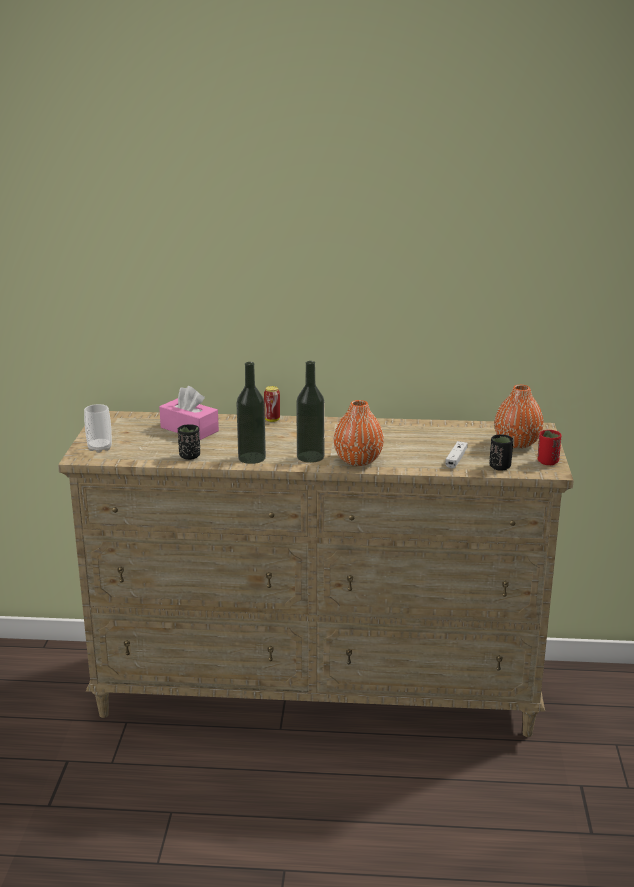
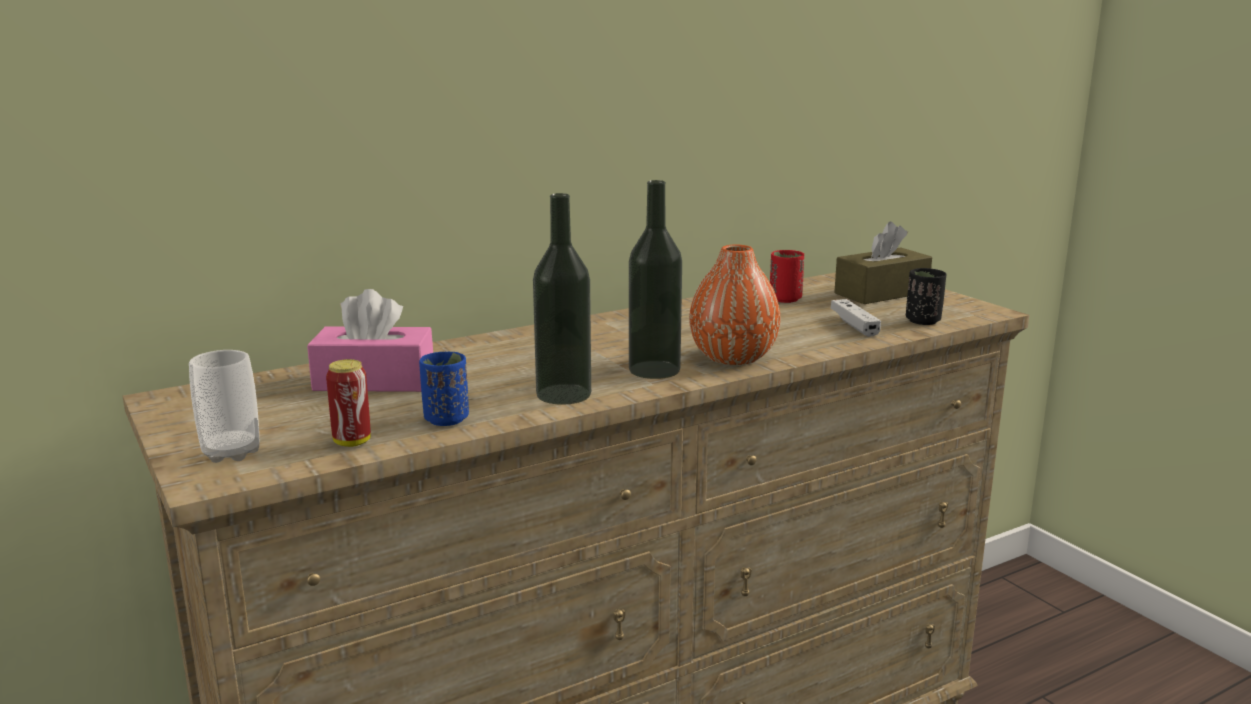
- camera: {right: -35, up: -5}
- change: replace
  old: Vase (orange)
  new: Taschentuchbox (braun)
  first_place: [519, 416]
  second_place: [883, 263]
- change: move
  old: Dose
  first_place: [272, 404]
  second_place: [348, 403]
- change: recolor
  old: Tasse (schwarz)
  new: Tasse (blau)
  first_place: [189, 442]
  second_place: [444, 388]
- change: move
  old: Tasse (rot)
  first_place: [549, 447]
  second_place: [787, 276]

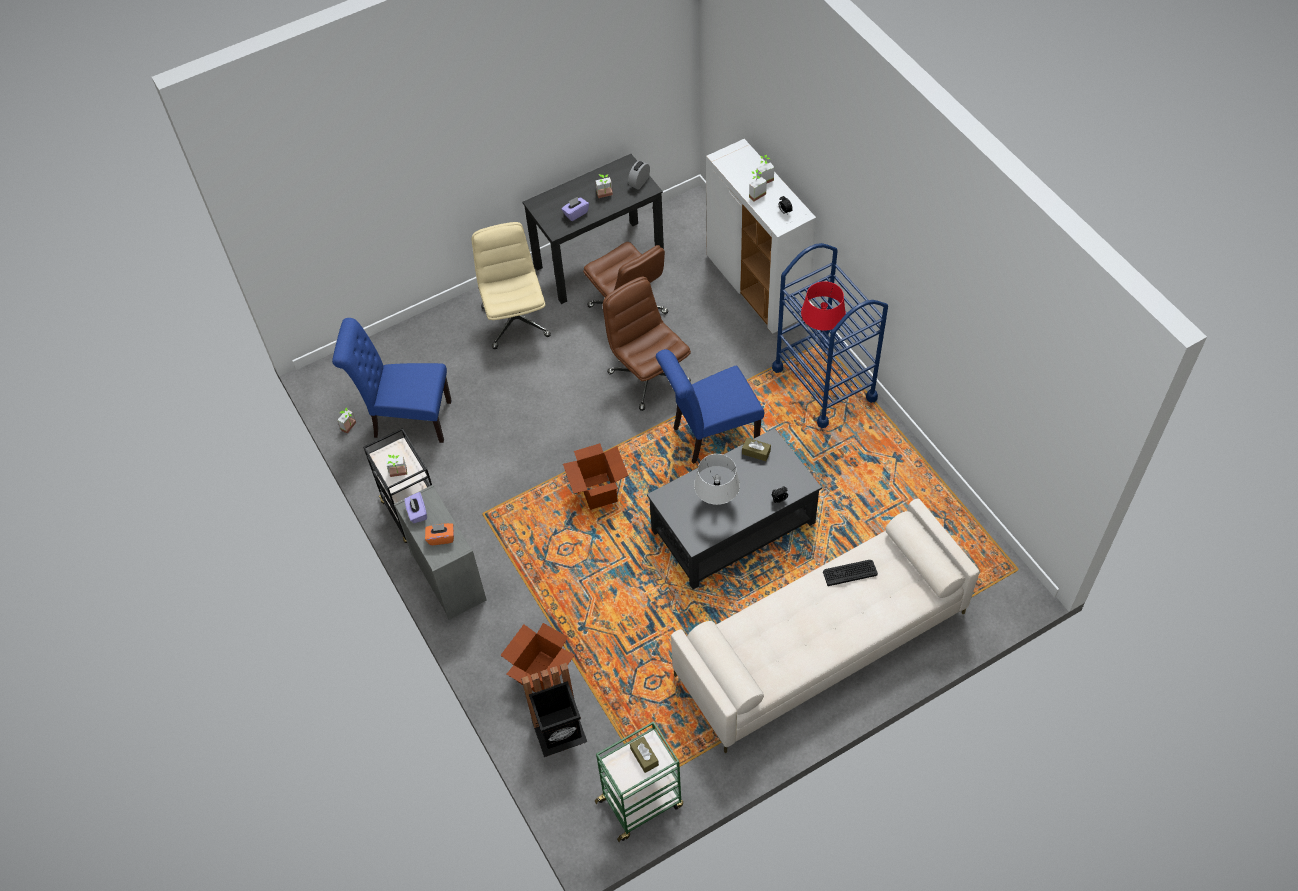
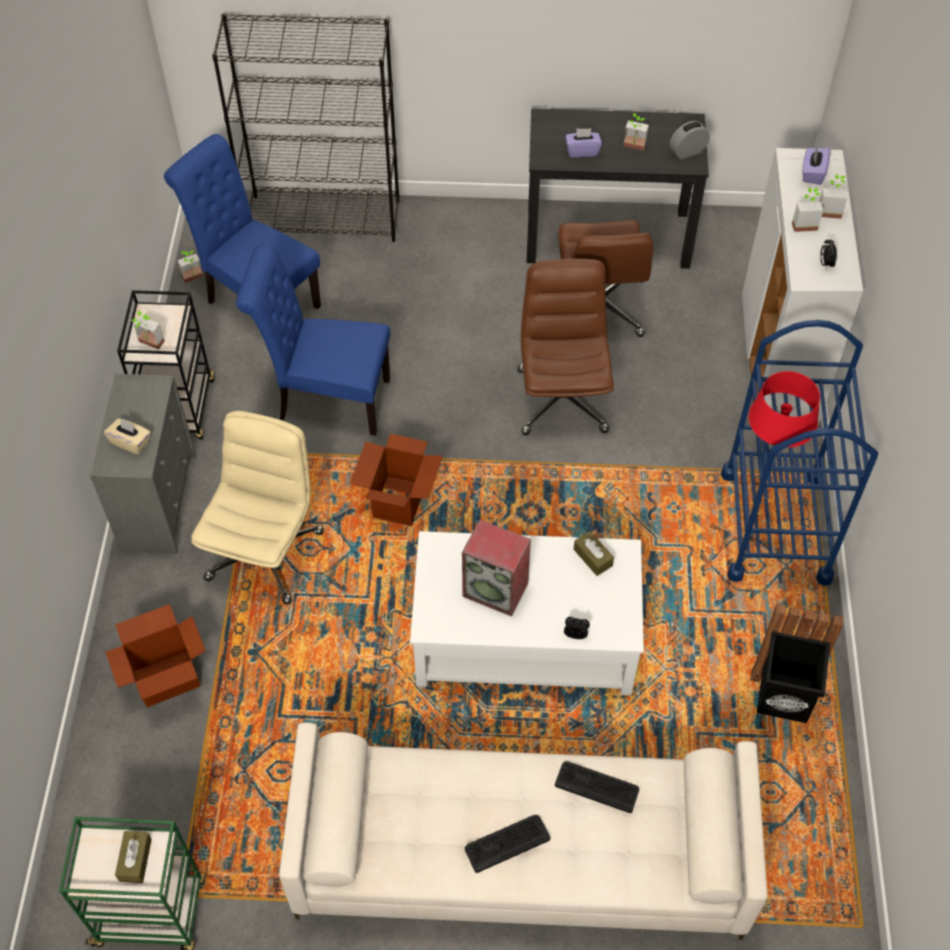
- camera: {right: 30, up: 0}
- change: move
  old: Bürostuhl (beige)
  first_place: [511, 285]
  second_place: [257, 508]
- change: move
  old: Stuhl (blau)
  first_place: [710, 406]
  second_place: [313, 340]
- change: recolor
  old: Couchtisch (schwarz)
  new: Couchtisch (weiß)
  first_place: [734, 508]
  second_place: [527, 613]
- change: replace
  old: Tischlampe (grau)
  new: Lautsprecher
  first_place: [717, 479]
  second_place: [496, 568]
- change: move
  old: Taschentuchbox (lila)
  first_place: [415, 507]
  second_place: [816, 165]
- change: recolor
  old: Taschentuchbox (orange)
  new: Taschentuchbox (beige)
  first_place: [439, 534]
  second_place: [127, 436]
- change: move
  old: Mülleimer (schwarz)
  first_place: [554, 710]
  second_place: [797, 663]
- change: insert
  new: Bücherregal (schwarz)
  second_place: [305, 128]
- change: insert
  new: Tastatur
  second_place: [508, 844]

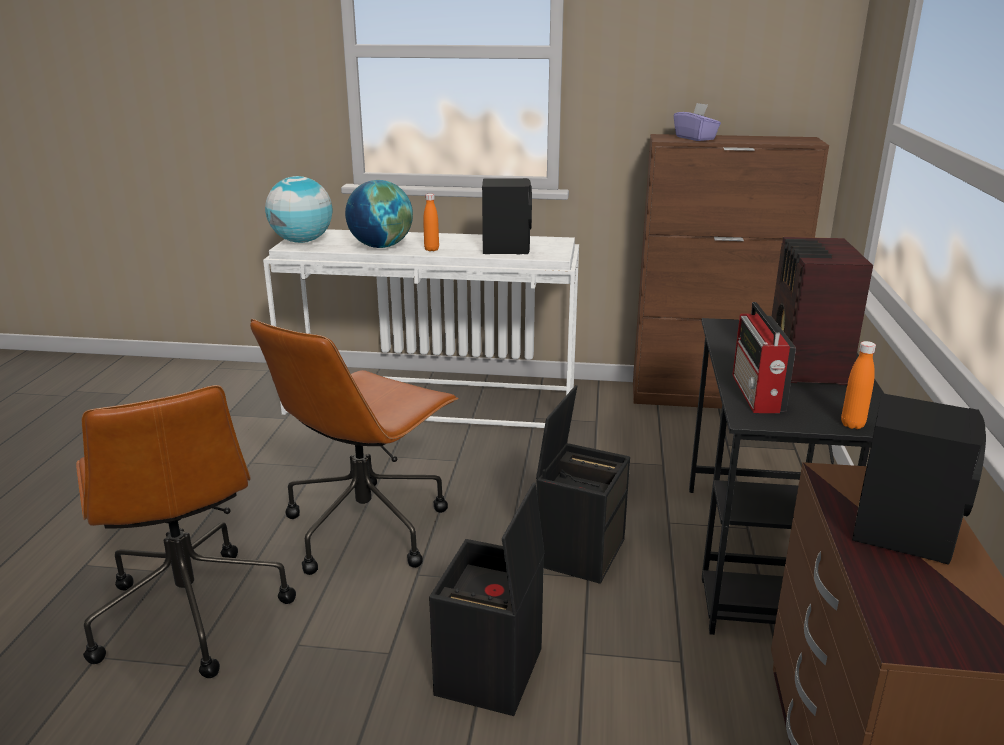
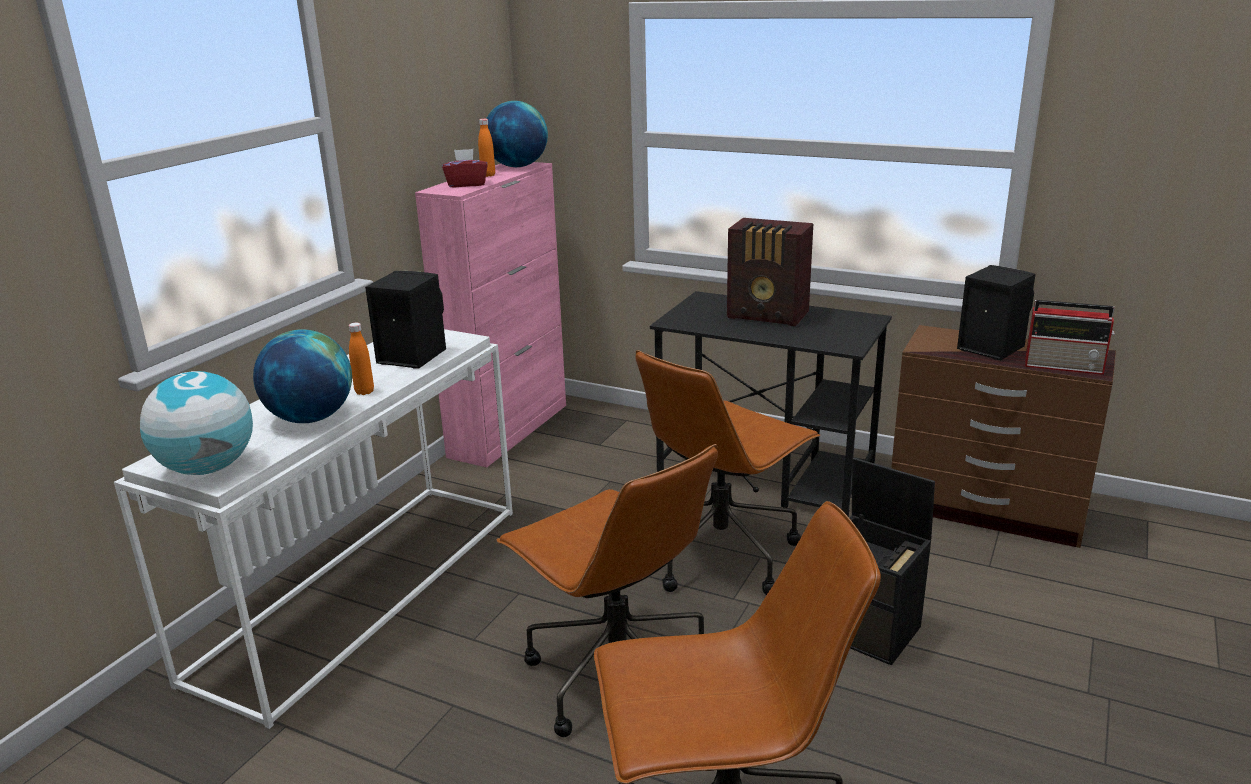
- camera: {right: -70, up: 0}
- change: recolor
  old: Taschentuchbox (lila)
  new: Taschentuchbox (rot)
  first_place: [697, 122]
  second_place: [465, 168]
- change: recolor
  old: Schrank (braun)
  new: Schrank (rosa)
  first_place: [731, 271]
  second_place: [490, 314]
- change: move
  old: Radio
  first_place: [764, 357]
  second_place: [1070, 337]
- change: move
  old: Flasche (orange)
  first_place: [858, 385]
  second_place: [486, 148]
- change: replace
  old: Aufbewahrungsbox (schwarz)
  new: Bürostuhl (braun)
  first_place: [583, 484]
  second_place: [727, 472]
- change: insert
  new: Globus
  second_place: [517, 134]

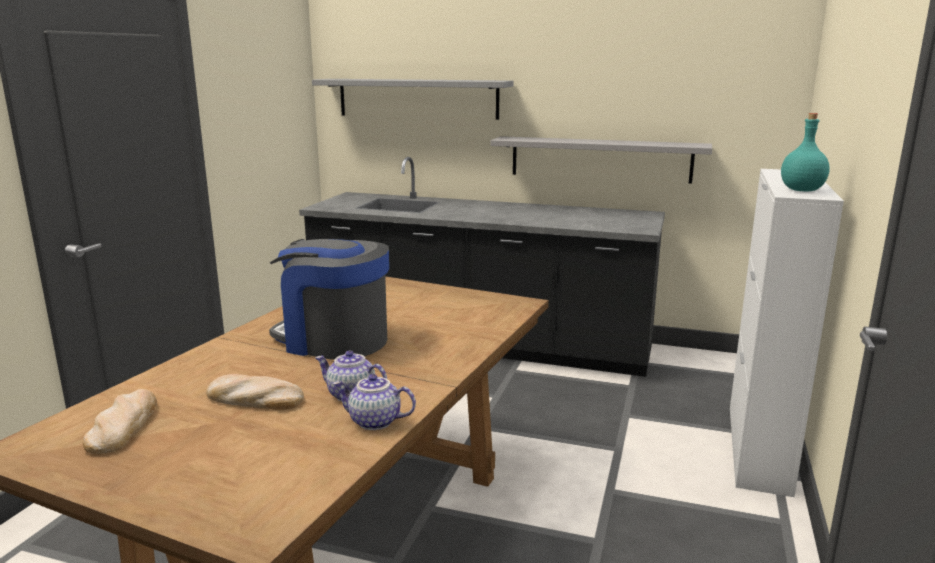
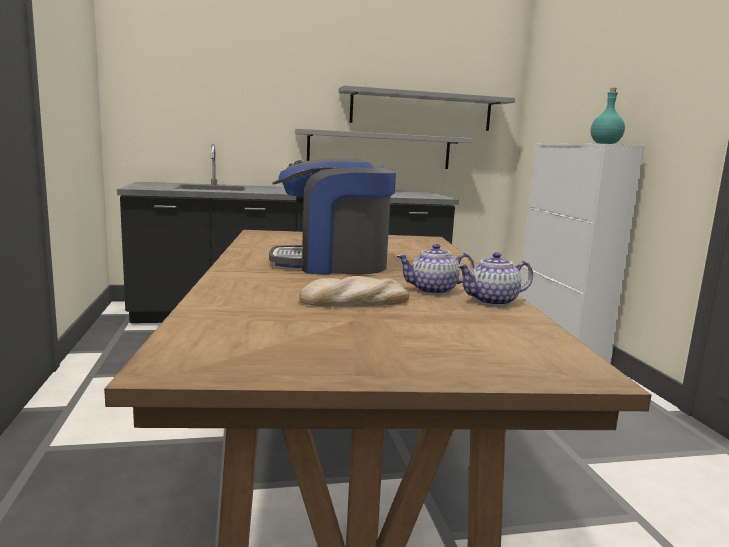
- camera: {right: -30, up: -5}
- change: move
  old: Wandregal (grau)
  first_place: [412, 99]
  second_place: [427, 108]
- change: delete
  old: Brot
  first_place: [120, 421]

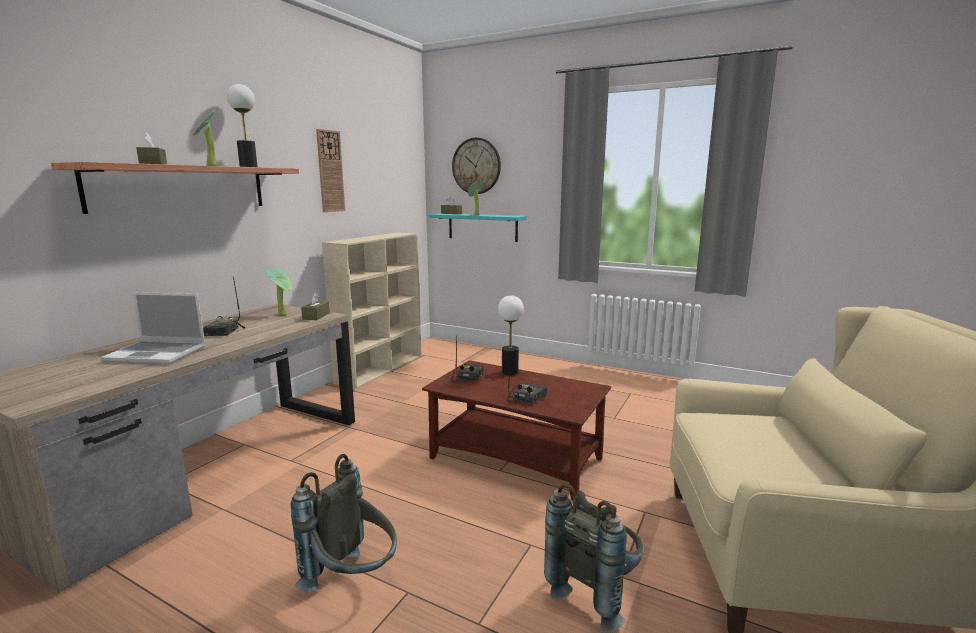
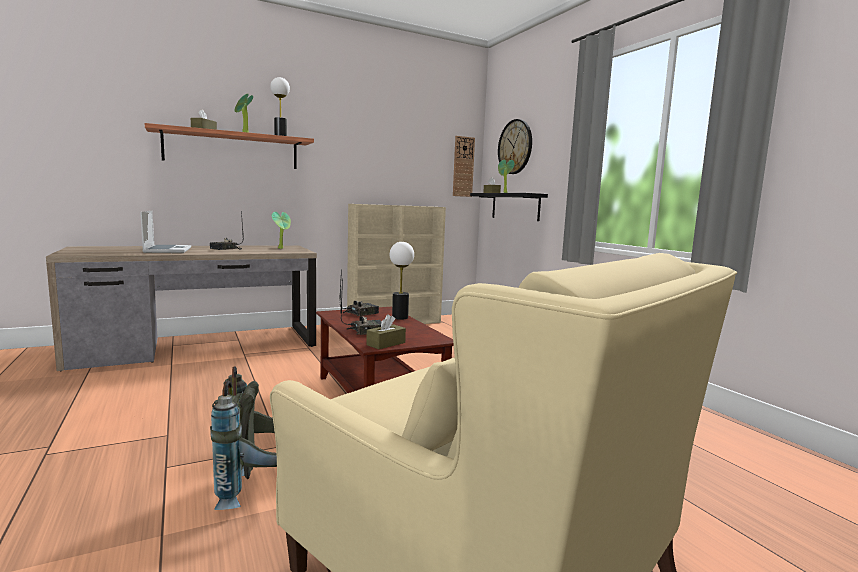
- camera: {right: 35, up: -5}
- change: move
  old: Wanduhr
  first_place: [330, 170]
  second_place: [464, 166]
- change: recolor
  old: Wandregal (türkis)
  new: Wandregal (schwarz)
  first_place: [477, 227]
  second_place: [509, 207]
- change: rotate
  old: Laptop
  first_place: [153, 328]
  second_place: [165, 232]
  degrees: -150
- change: move
  old: Taschentuchbox (braun)
  first_place: [315, 306]
  second_place: [386, 331]
- change: delete
  old: Rucksack (grau)
  first_place: [344, 522]

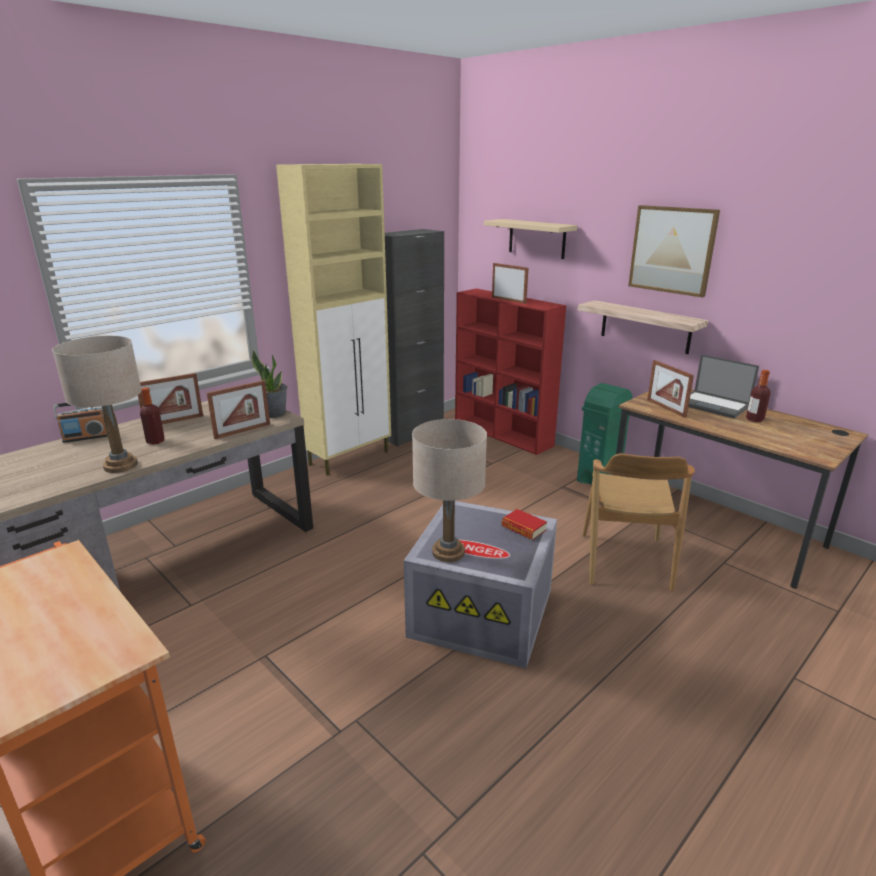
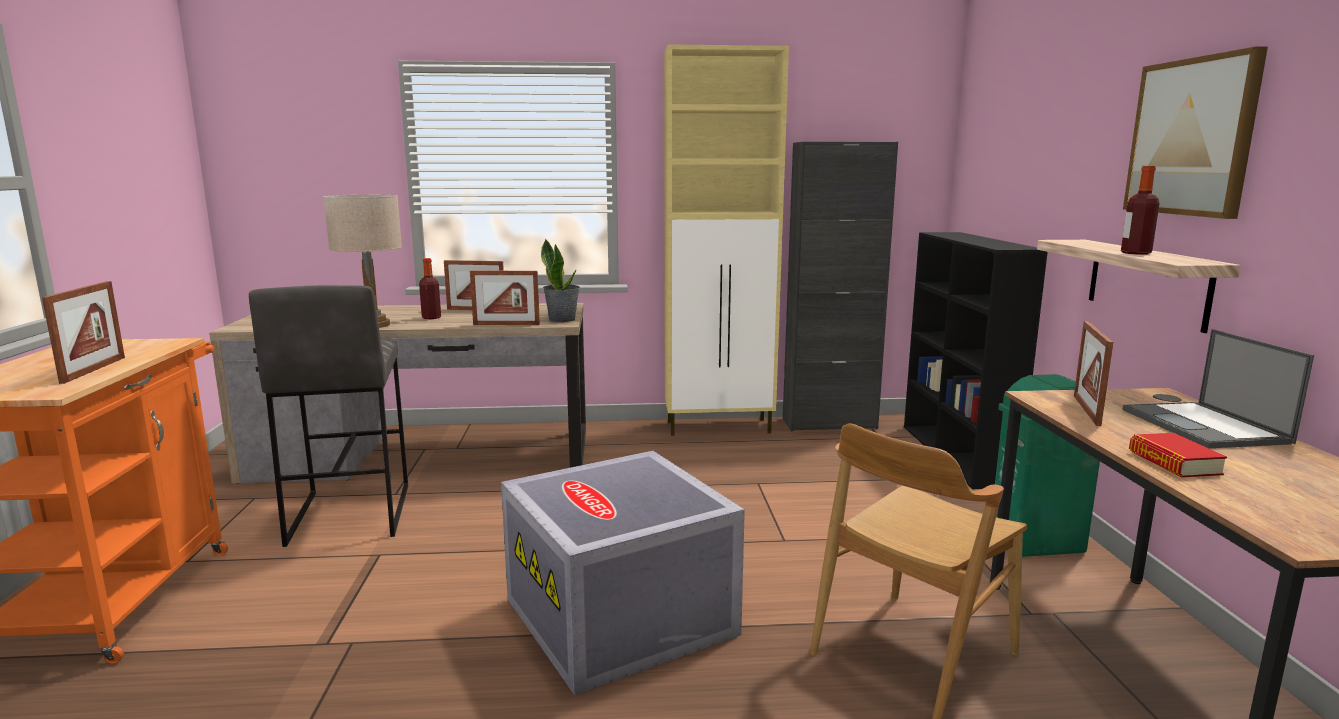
- camera: {right: 40, up: -10}
- change: delete
  old: Wandregal (beige)
  first_place: [530, 239]
- change: move
  old: Bilderrahmen
  first_place: [510, 283]
  second_place: [83, 332]
- change: recolor
  old: Bücherregal (rot)
  new: Bücherregal (schwarz)
  first_place: [510, 371]
  second_place: [976, 360]
- change: move
  old: Flasche
  first_place: [758, 396]
  second_place: [1140, 210]
- change: delete
  old: Radio
  first_place: [80, 423]
- change: delete
  old: Tischlampe (beige)
  first_place: [449, 490]
- change: move
  old: Buch
  first_place: [524, 524]
  second_place: [1178, 455]
- change: insert
  new: Hocker (grau)
  second_place: [328, 416]

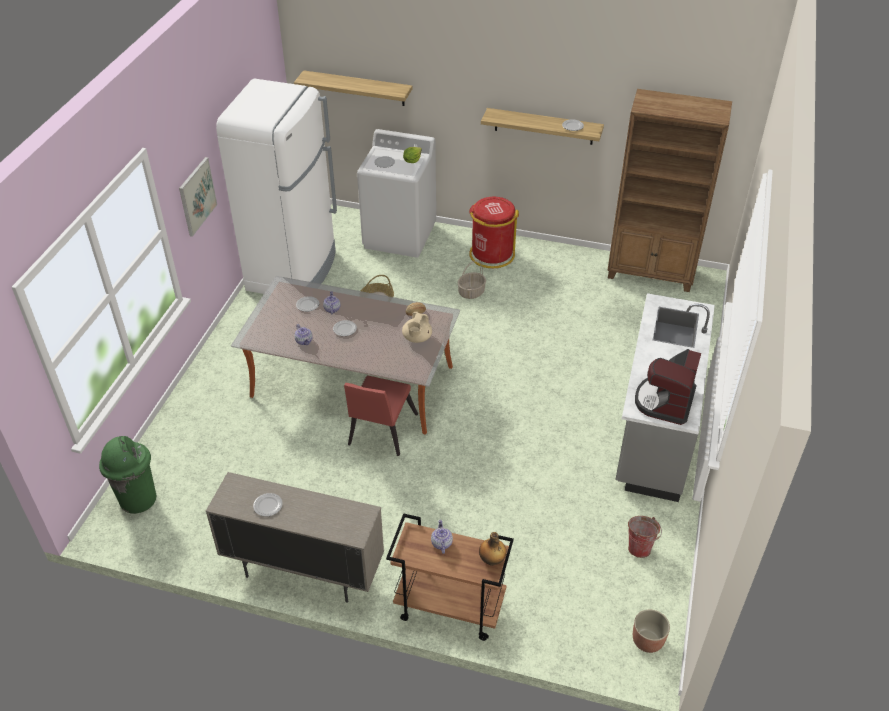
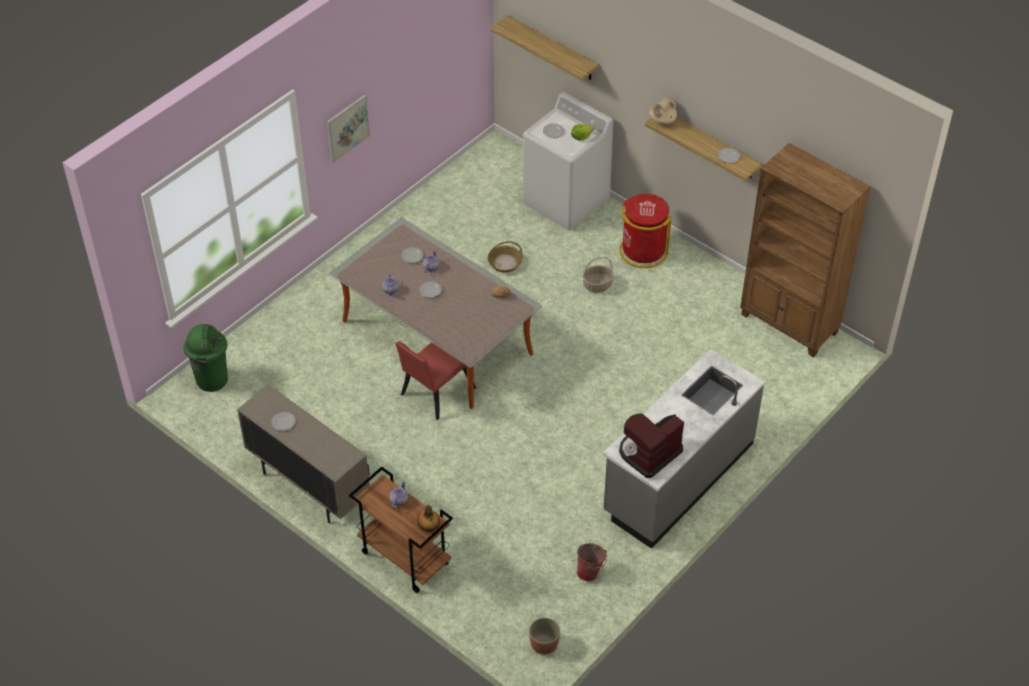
- camera: {right: 25, up: 5}
- change: delete
  old: Kühlschrank (weiß)
  first_place: [276, 186]
- change: move
  old: Teekanne (beige)
  first_place: [417, 327]
  second_place: [663, 110]

